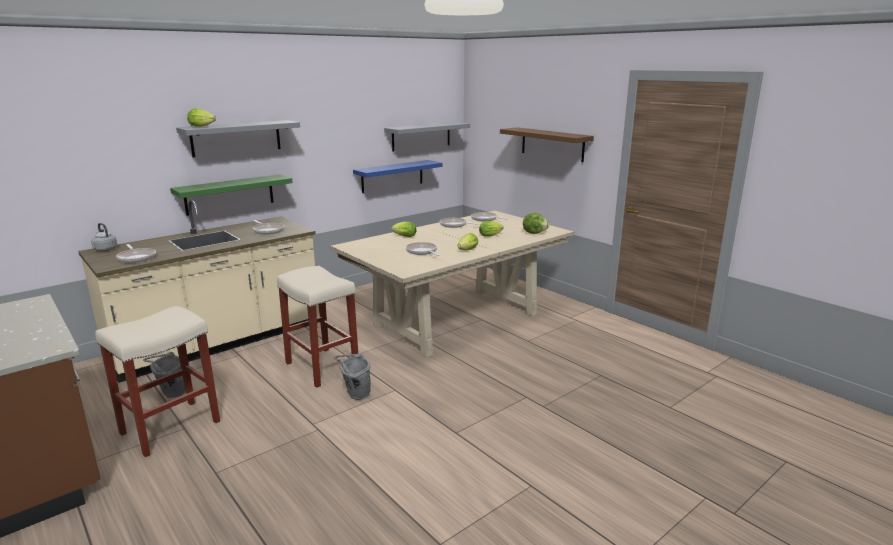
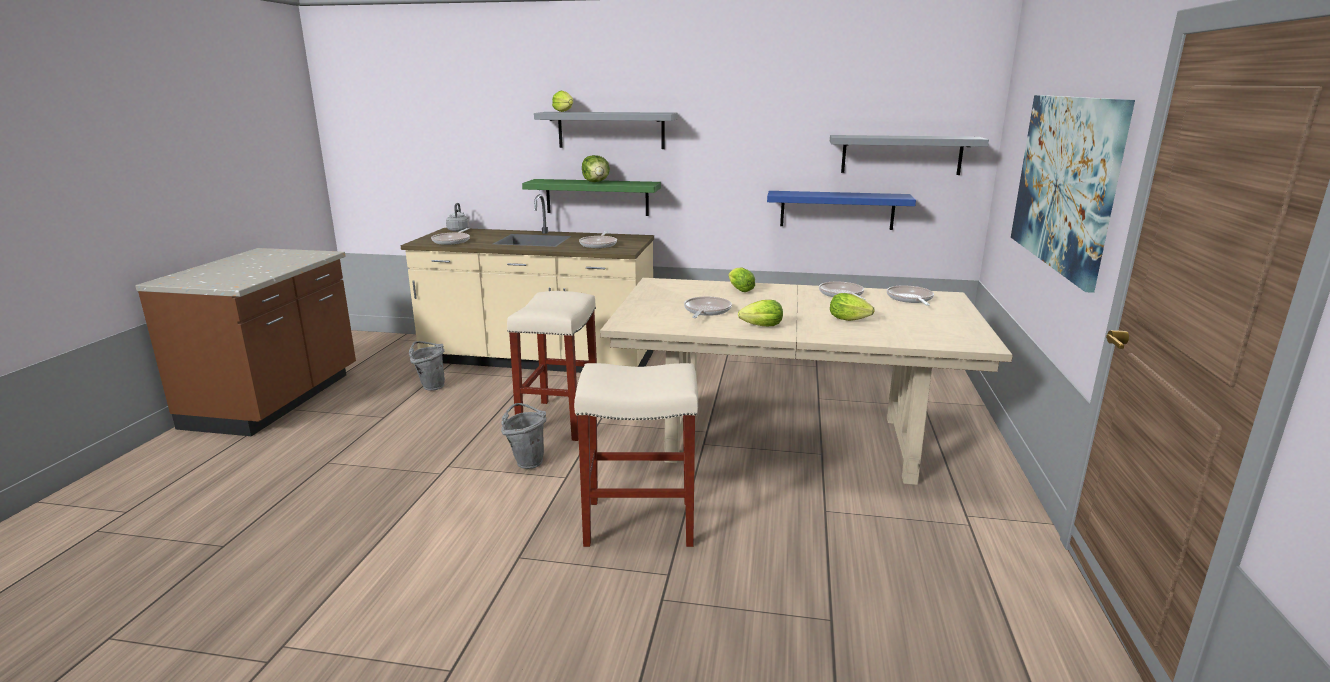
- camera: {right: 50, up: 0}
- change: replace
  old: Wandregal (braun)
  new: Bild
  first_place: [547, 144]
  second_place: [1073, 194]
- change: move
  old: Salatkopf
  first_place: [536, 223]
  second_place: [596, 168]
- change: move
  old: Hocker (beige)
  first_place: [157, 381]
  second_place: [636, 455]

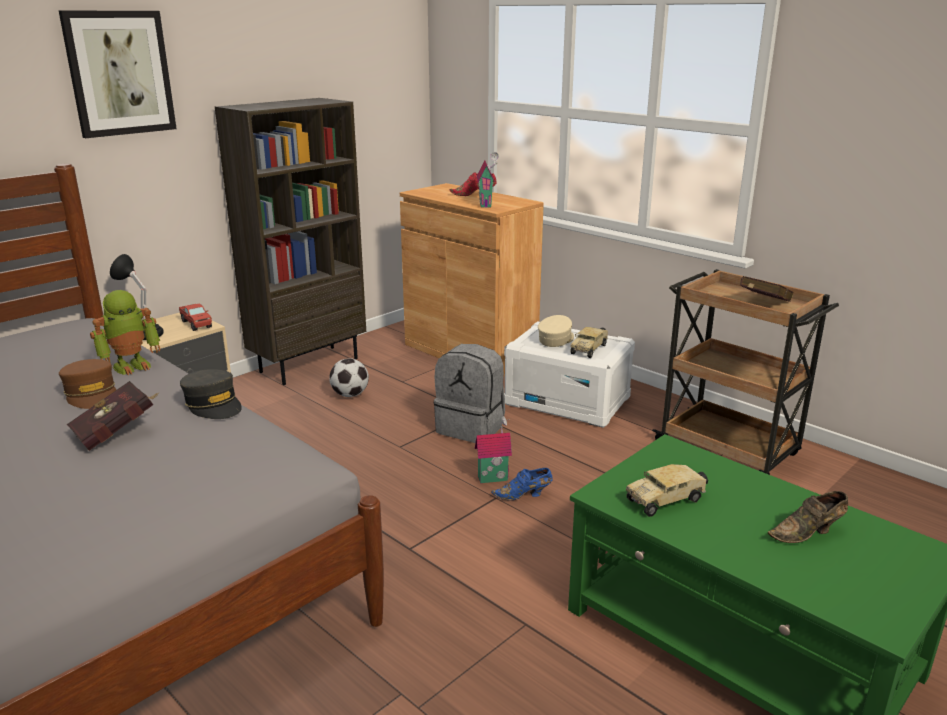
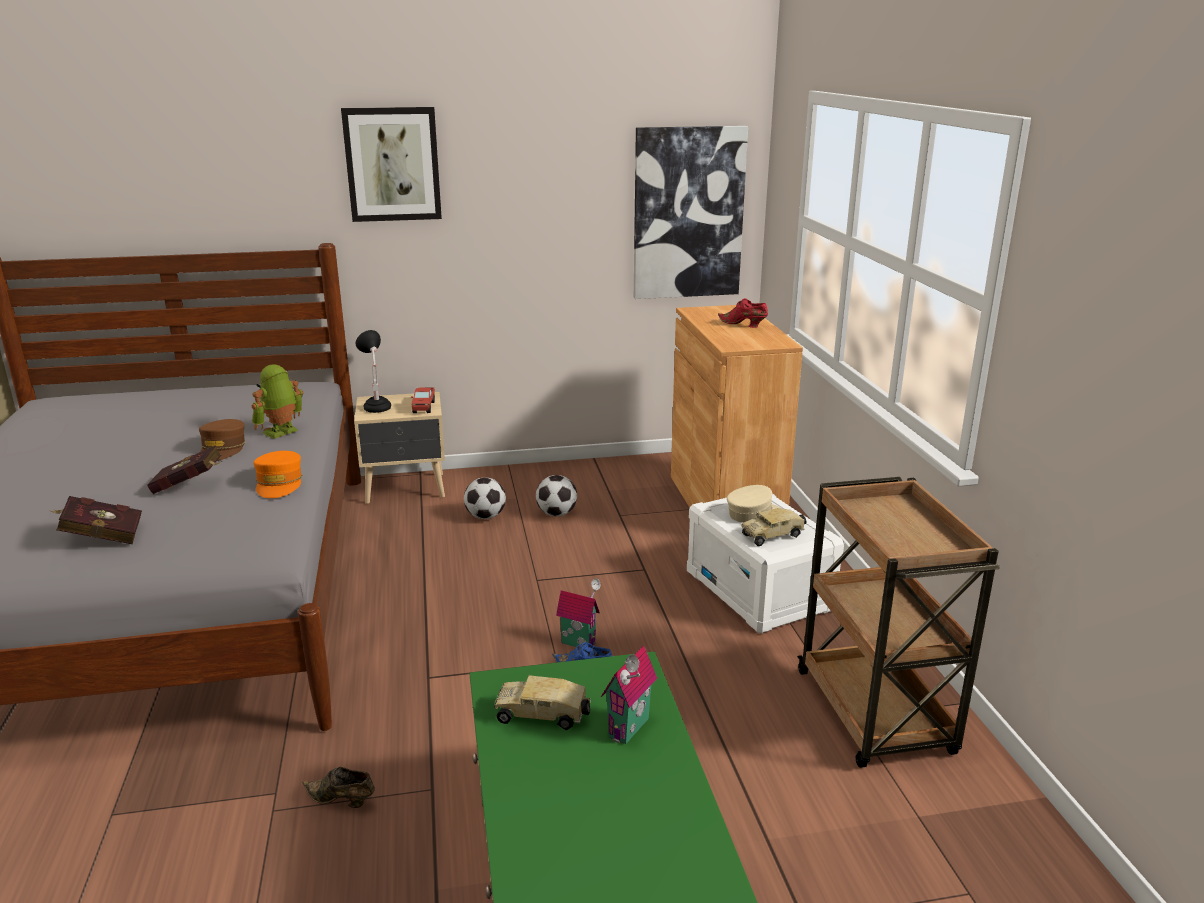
- camera: {right: 35, up: 0}
- change: delete
  old: Bücherregal (braun)
  first_place: [290, 241]
- change: move
  old: Spielzeughaus
  first_place: [488, 180]
  second_place: [629, 695]
- change: move
  old: Buch (rot)
  first_place: [767, 289]
  second_place: [95, 520]
- change: rotate
  old: Spielzeugroboter
  first_place: [125, 332]
  second_place: [277, 401]
  degrees: 135
- change: delete
  old: Rucksack (grau)
  first_place: [469, 393]
- change: recolor
  old: Kappe (grau)
  new: Kappe (orange)
  first_place: [211, 394]
  second_place: [278, 474]
- change: move
  old: Schuh (braun)
  first_place: [808, 517]
  second_place: [338, 787]
- change: insert
  new: Bild
  second_place: [691, 212]
- change: insert
  new: Fußball
  second_place: [485, 498]

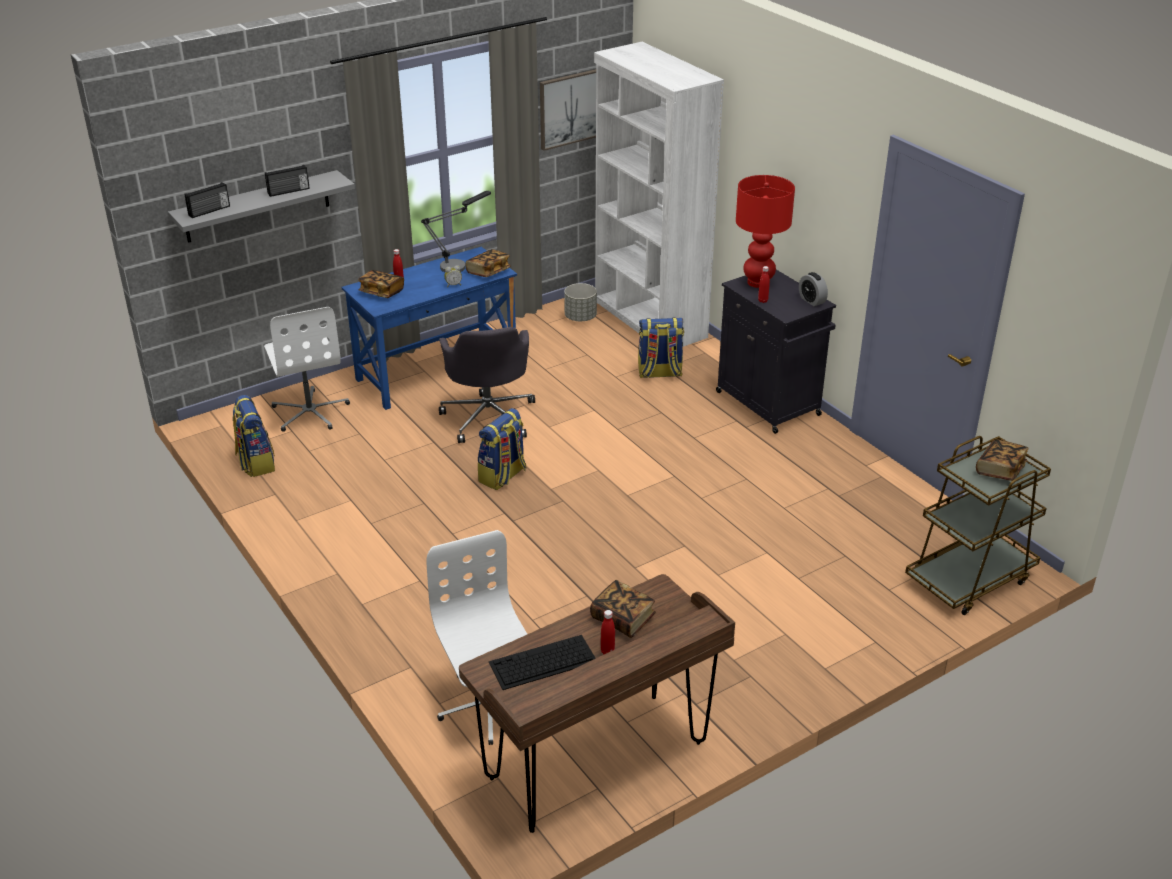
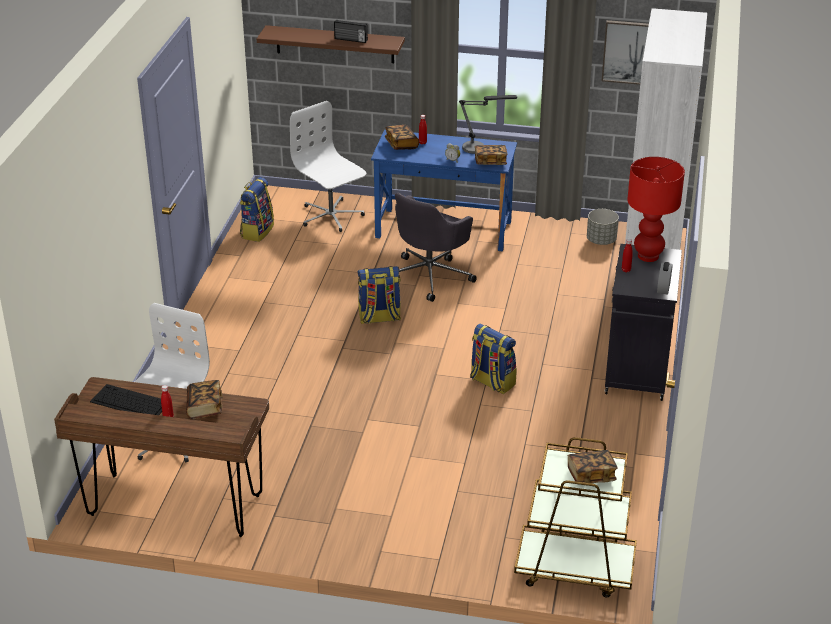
- camera: {right: 45, up: 0}
- change: recolor
  old: Wandregal (grau)
  new: Wandregal (braun)
  first_place: [261, 206]
  second_place: [331, 44]
- change: delete
  old: Radio
  first_place: [207, 200]
- change: rotate
  old: Bürostuhl (weiß)
  first_place: [307, 369]
  second_place: [328, 166]
  degrees: 120
- change: move
  old: Rucksack
  first_place: [661, 347]
  second_place: [493, 359]

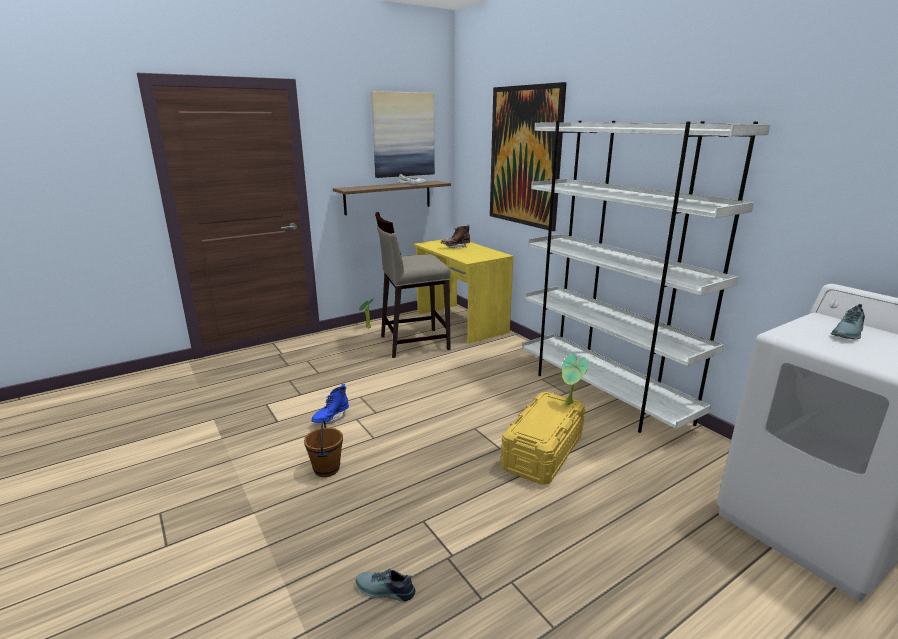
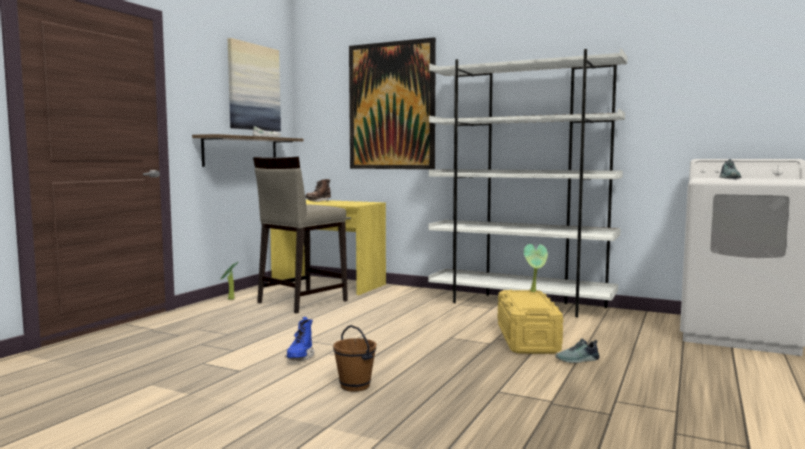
- camera: {right: -30, up: -15}
- change: move
  old: Schuh
  first_place: [386, 585]
  second_place: [577, 351]

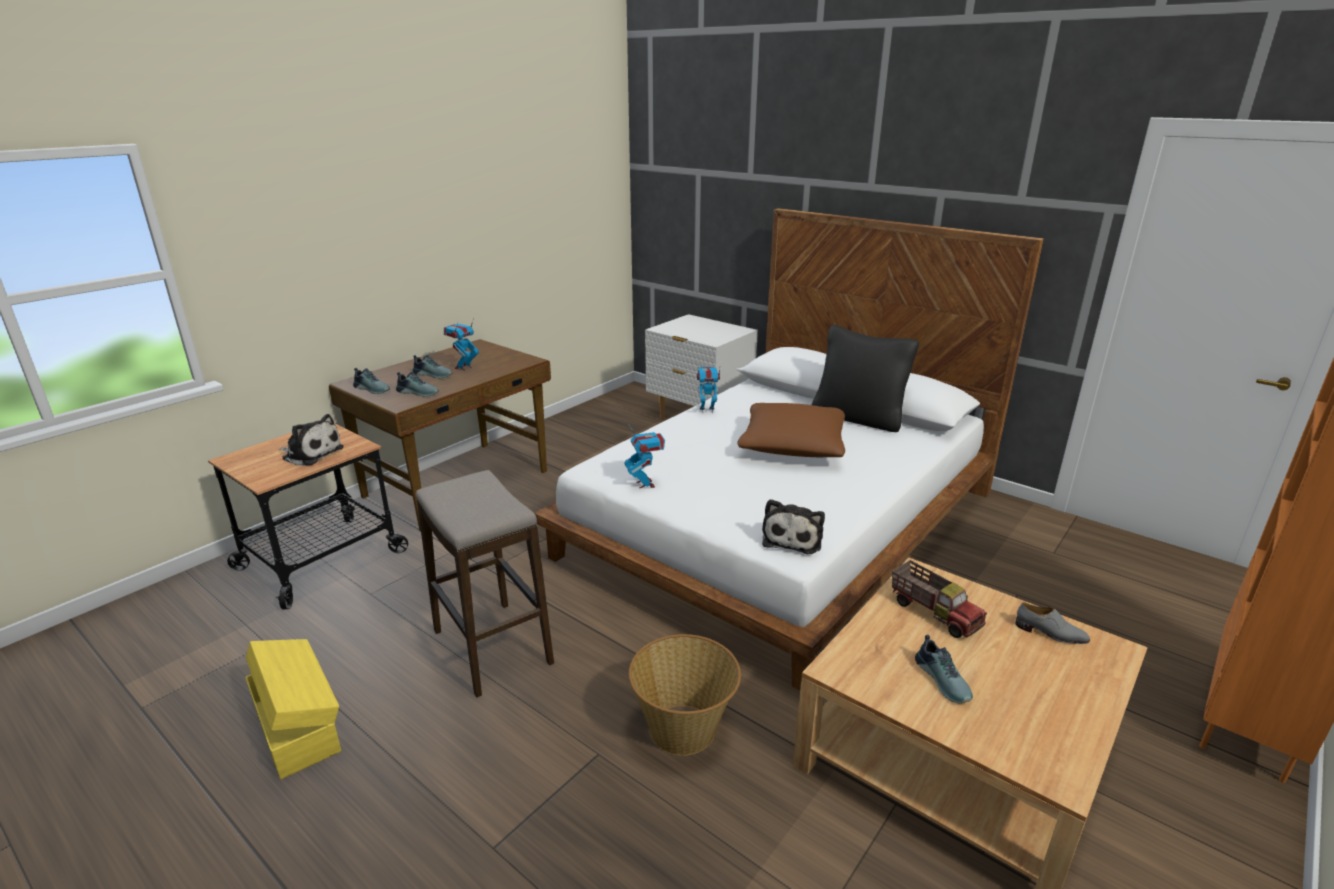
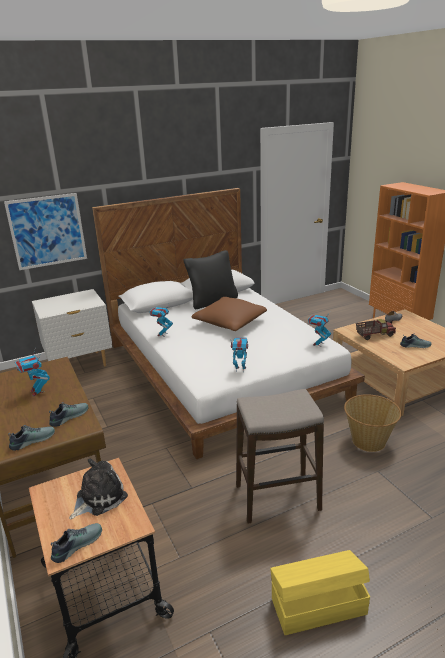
- camera: {right: -65, up: 0}
- change: move
  old: Schuh
  first_place: [432, 367]
  second_place: [76, 543]
- change: replace
  old: Plüschtier
  new: Spielzeugroboter
  first_place: [793, 526]
  second_place: [319, 329]
- change: insert
  new: Bild
  second_place: [45, 231]

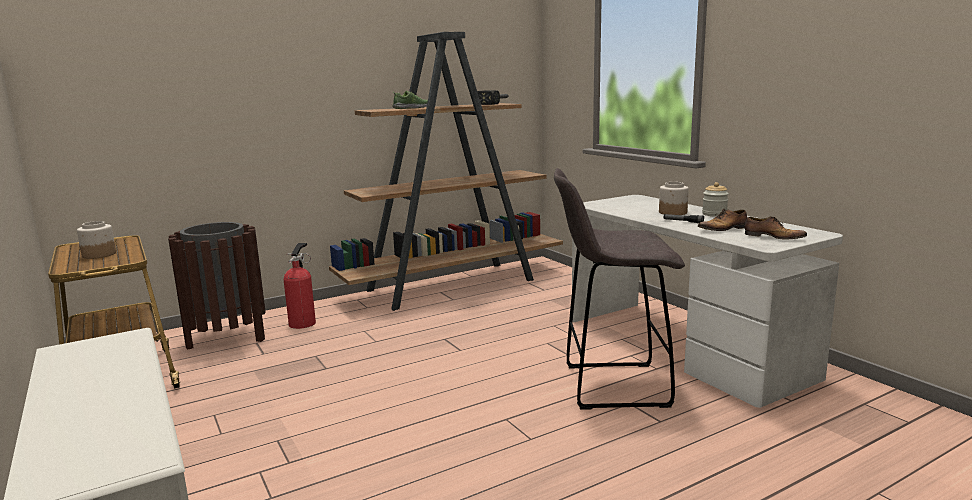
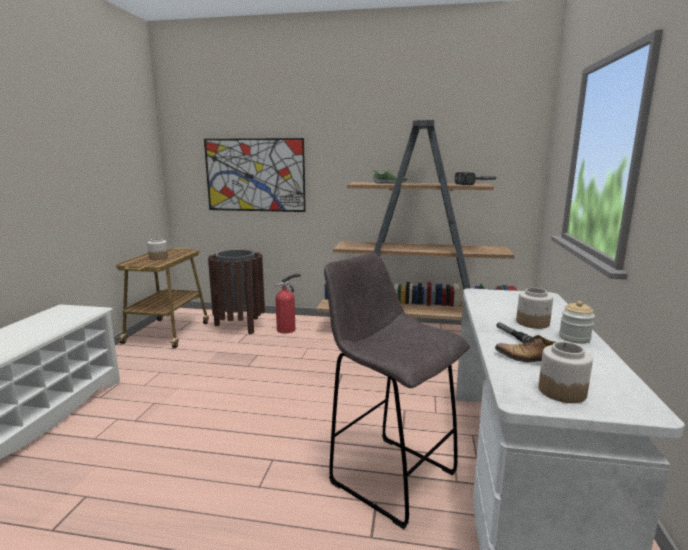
- camera: {right: 40, up: 0}
- change: replace
  old: Schuh
  new: Vorratsglas
  first_place: [775, 227]
  second_place: [565, 372]
- change: insert
  new: Bild
  second_place: [255, 175]

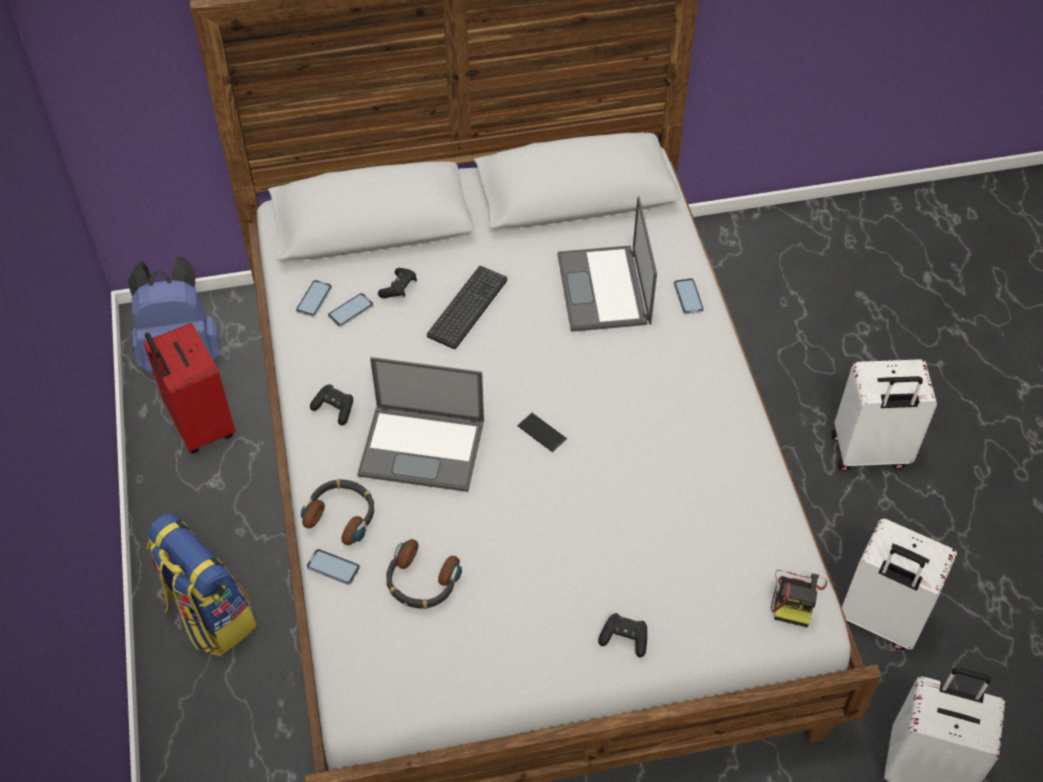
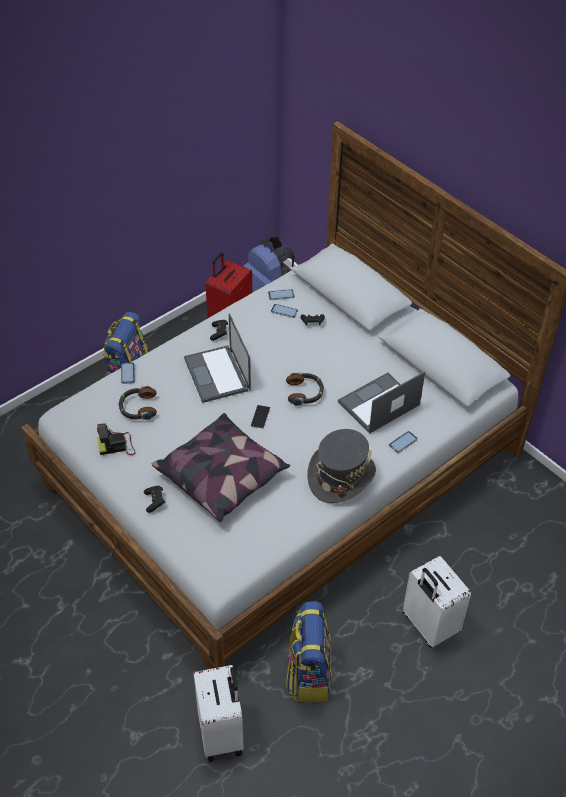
- camera: {right: 60, up: -5}
- change: delete
  old: Tastatur
  first_place: [467, 307]
- change: move
  old: Kopfhörer
  first_place: [337, 512]
  second_place: [305, 389]
- change: replace
  old: Koffer (weiß)
  new: Rucksack
  first_place: [899, 584]
  second_place: [309, 651]
- change: move
  old: Kamera
  first_place: [799, 598]
  second_place: [116, 439]
- change: insert
  new: Kissen
  second_place: [221, 467]
- change: insert
  new: Hut (grau)
  second_place: [341, 466]

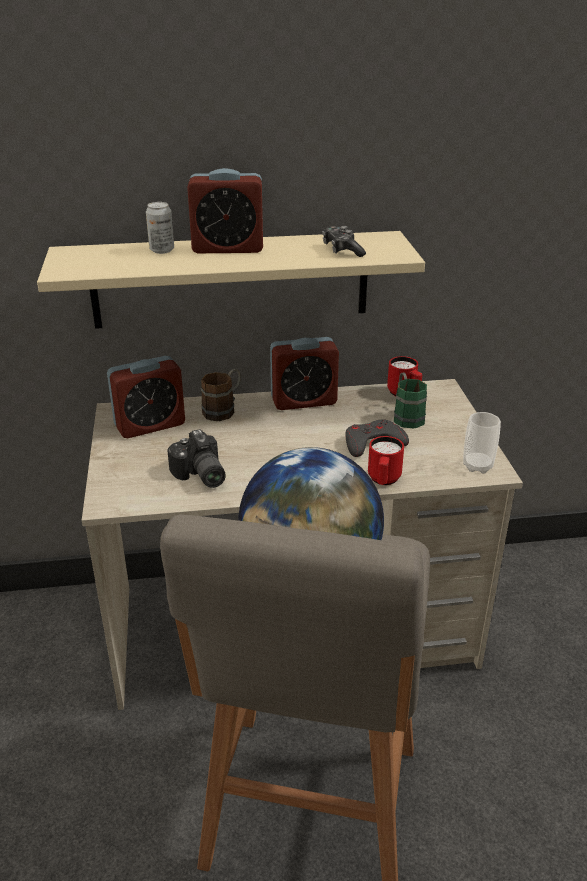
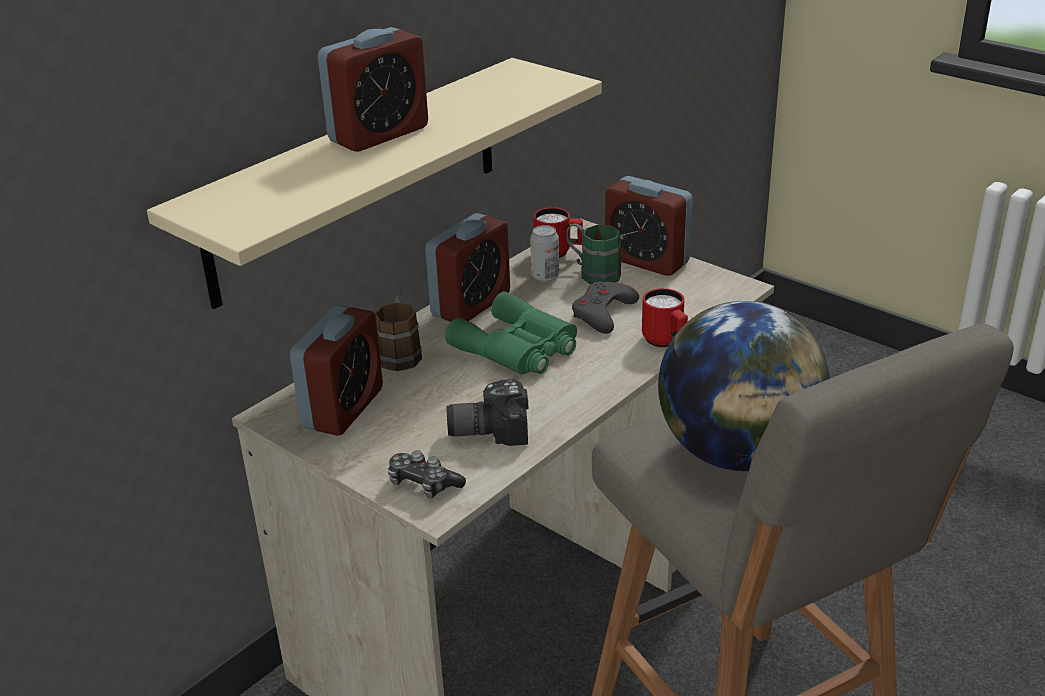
- camera: {right: -40, up: 0}
- change: move
  old: Dose
  first_place: [160, 228]
  second_place: [544, 253]
- change: move
  old: Gamepad
  first_place: [344, 241]
  second_place: [427, 474]
- change: delete
  old: Tasse
  first_place: [482, 443]
- change: rotate
  old: Kamera
  first_place: [196, 458]
  second_place: [487, 412]
  degrees: 150
- change: insert
  new: Wecker
  second_place: [649, 226]
- change: insert
  new: Fernglas (grün)
  second_place: [511, 333]

